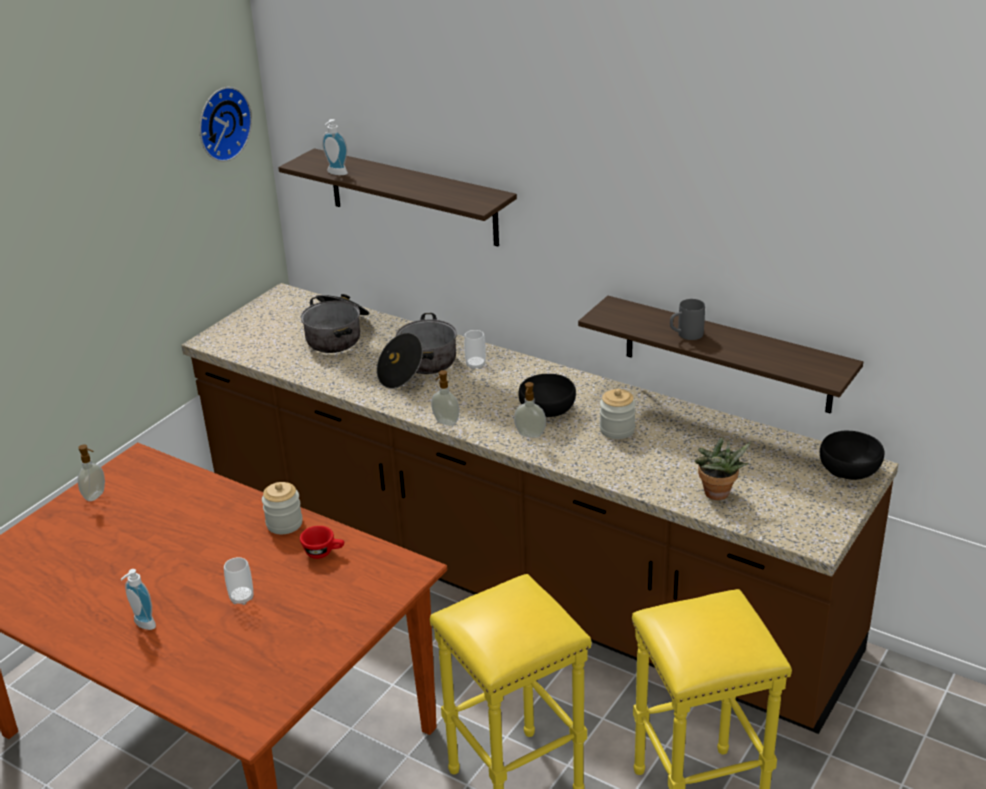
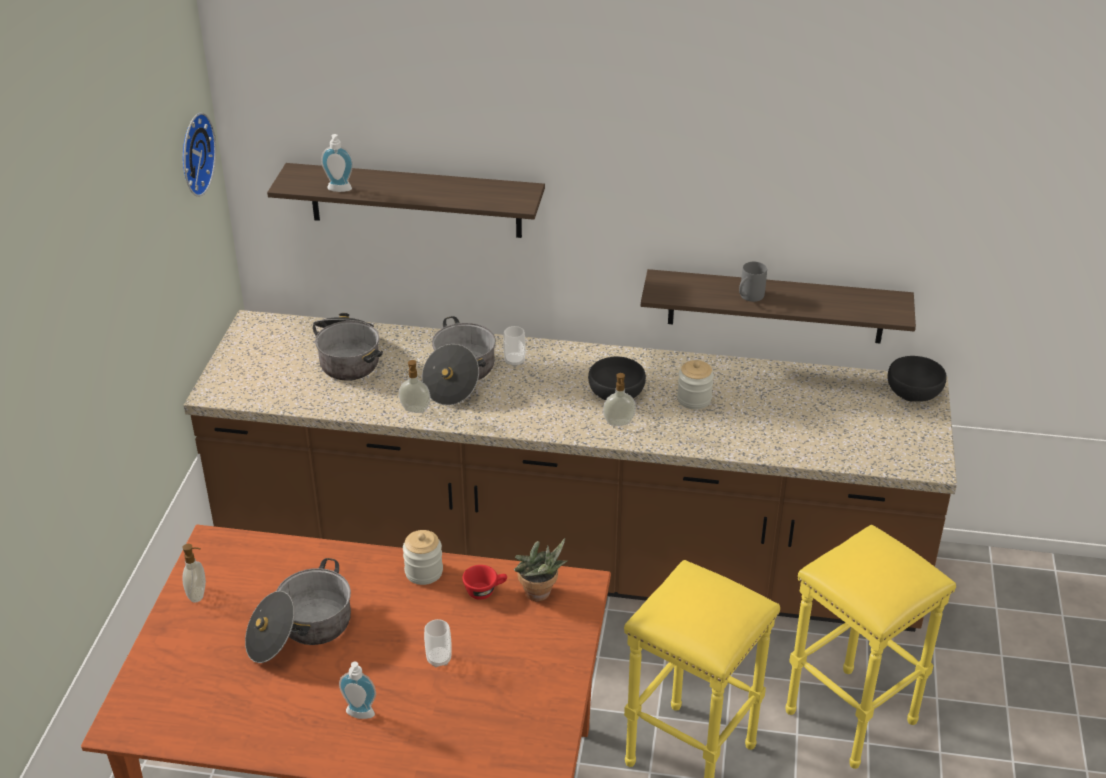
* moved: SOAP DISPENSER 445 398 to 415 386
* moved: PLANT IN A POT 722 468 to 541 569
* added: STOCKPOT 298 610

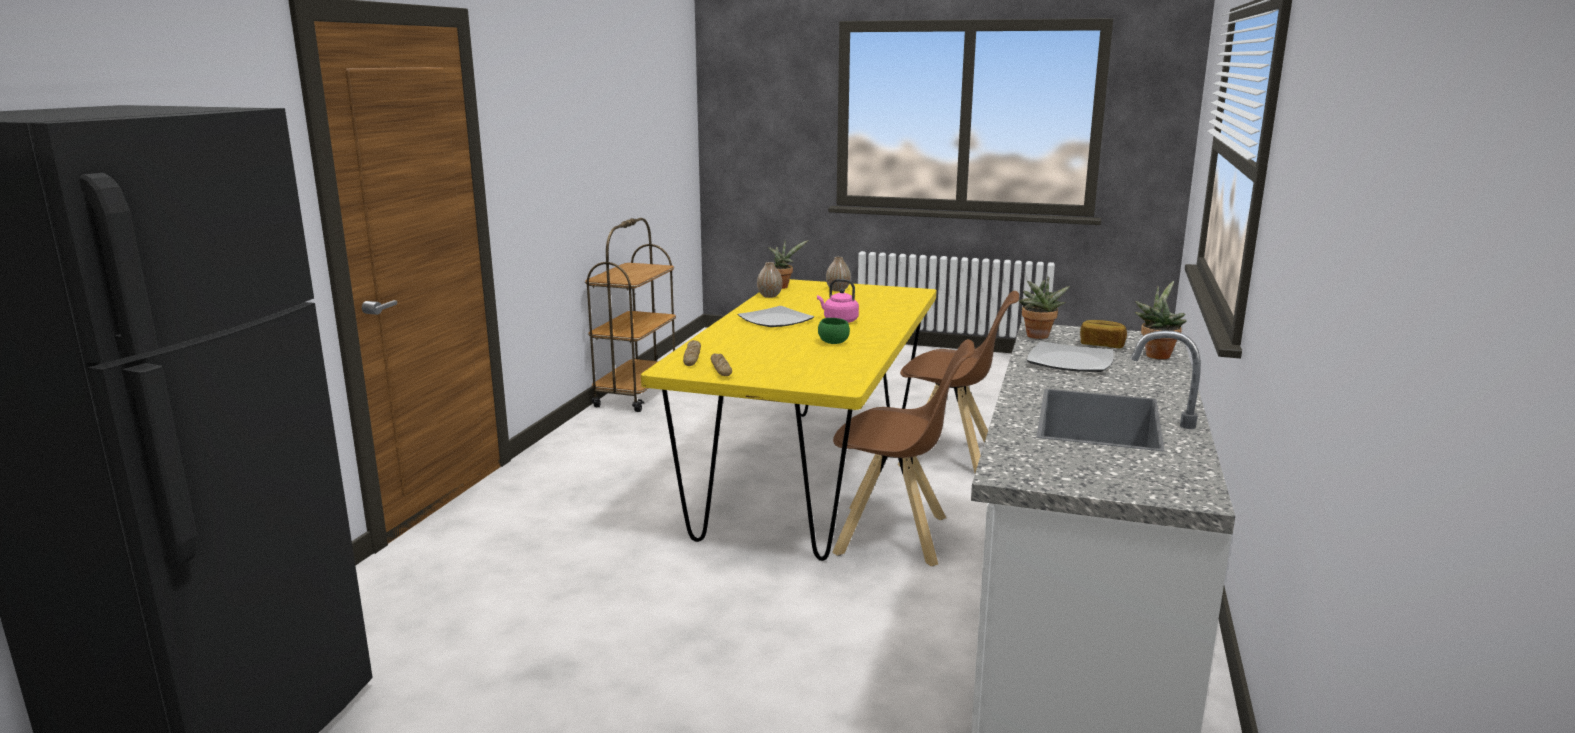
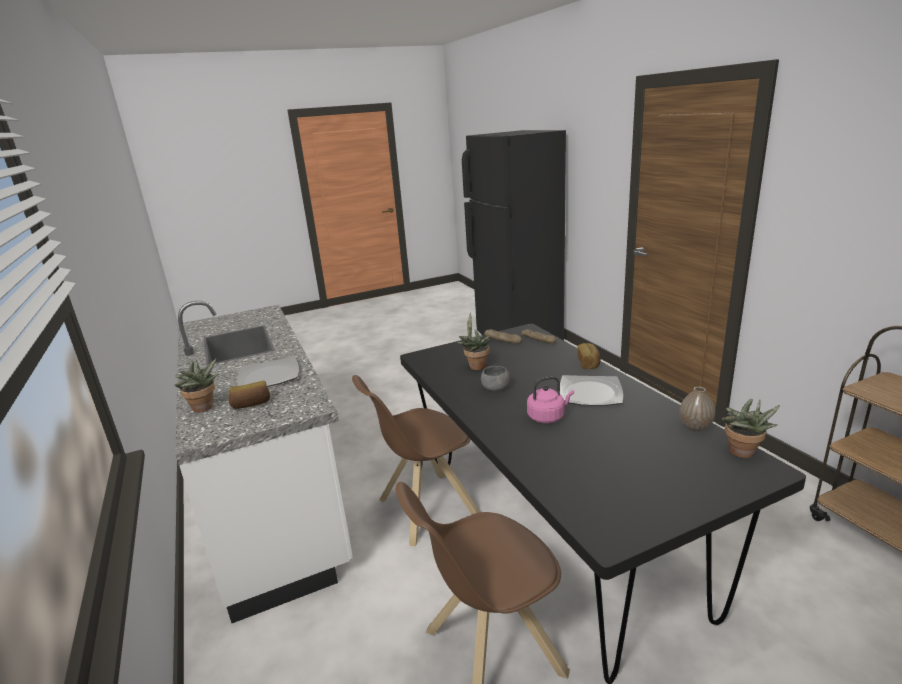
* recoloured: YELLOW-COLOURED DINNER TABLE 788 420 to BLACKISH DINNER TABLE 603 504
* recoloured: GREEN BOWL 834 331 to GREY BOWL 495 378
* removed: DECORATIVE VASE 838 274
* moved: PLANT IN A POT 1044 307 to 473 341
* added: BAKERY BREAD 589 356

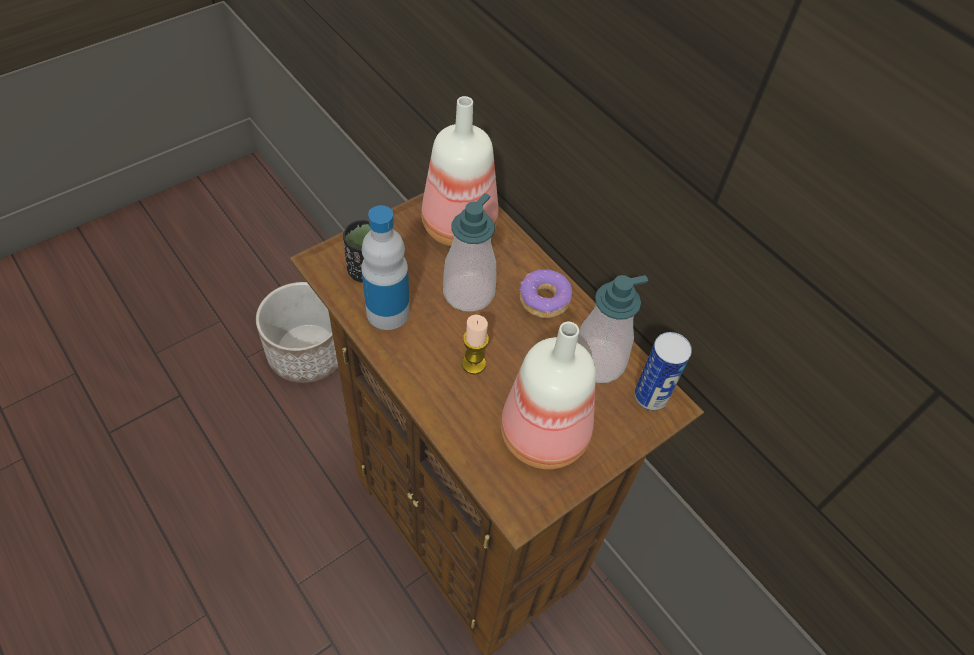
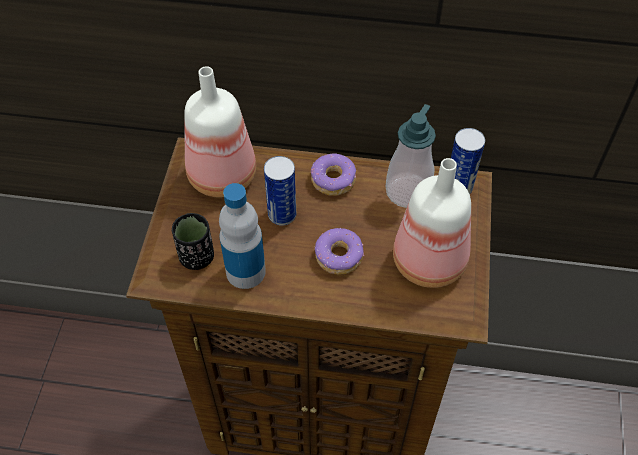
* removed: PLANT POT 297 332
* replaced: SOAP DISPENSER 469 252 to CAN 280 191
* replaced: CANDLE 475 344 to DOUGHNUT 339 251

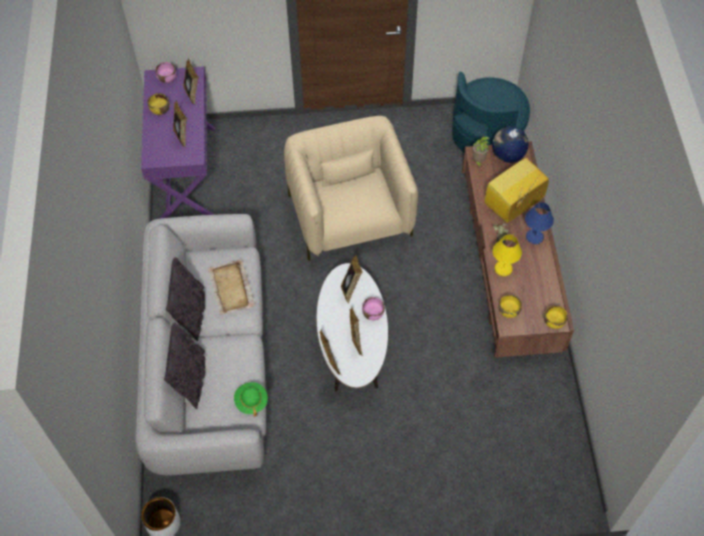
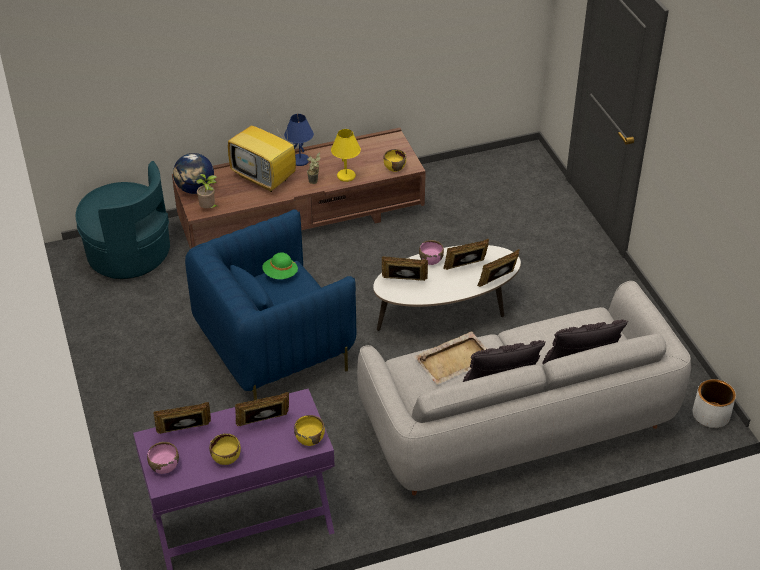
* moved: GREEN CLOTHING HAT 251 399 to 280 265
* recoloured: BEIGE LOUNGE CHAIR 351 188 to BLUE-COLOURED LOUNGE CHAIR 270 304
* moved: YELLOW-COLOURED BOWL 556 317 to 309 430

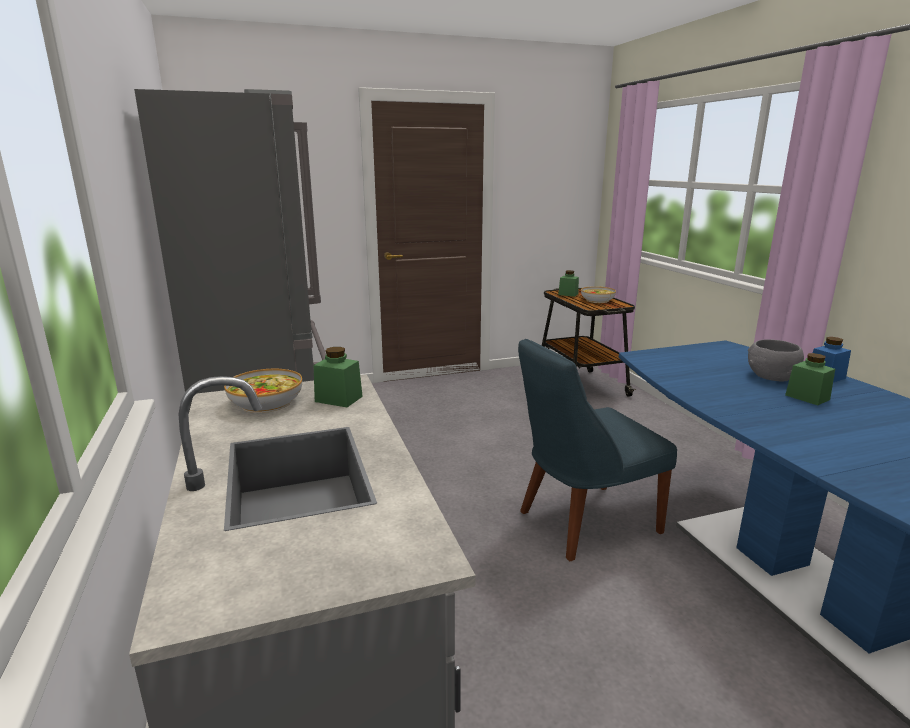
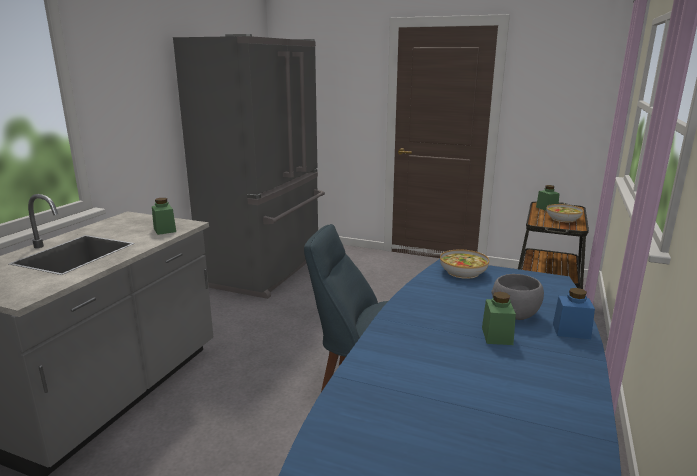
* moved: BOWL 263 391 to 464 264

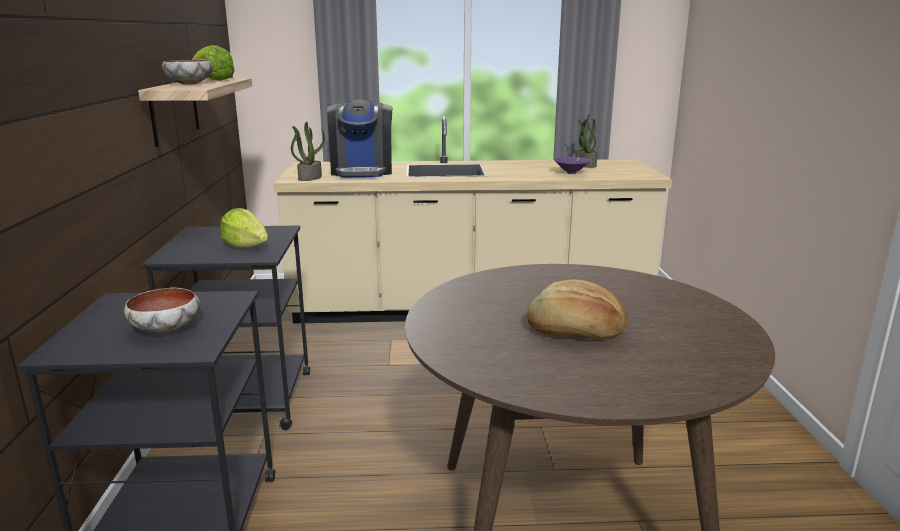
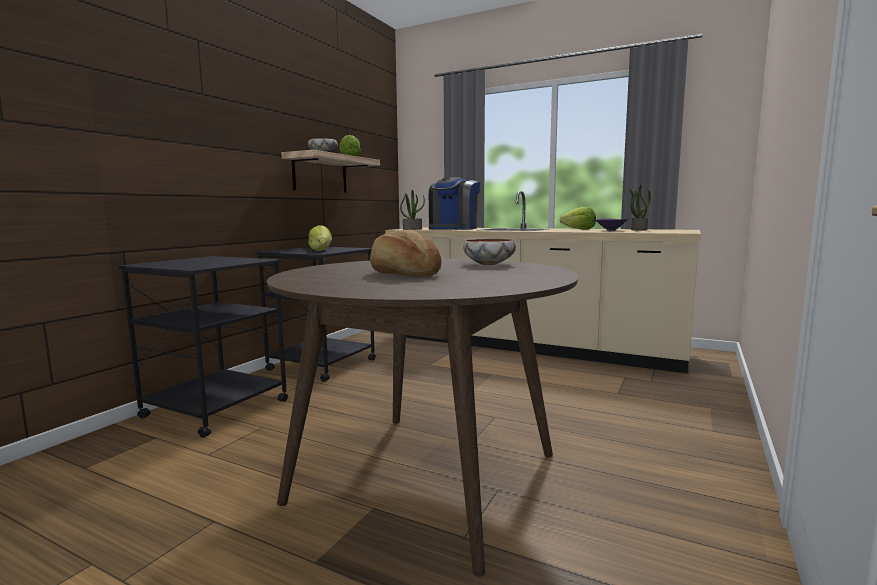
* moved: BOWL 162 310 to 489 251
* added: HEAD OF LETTUCE 578 218

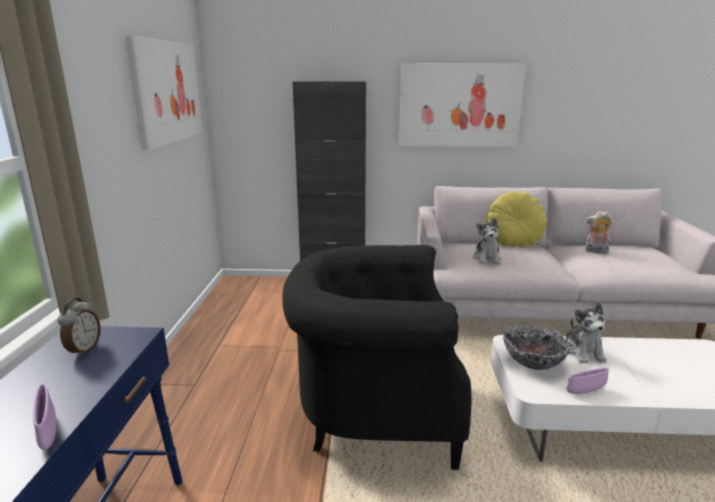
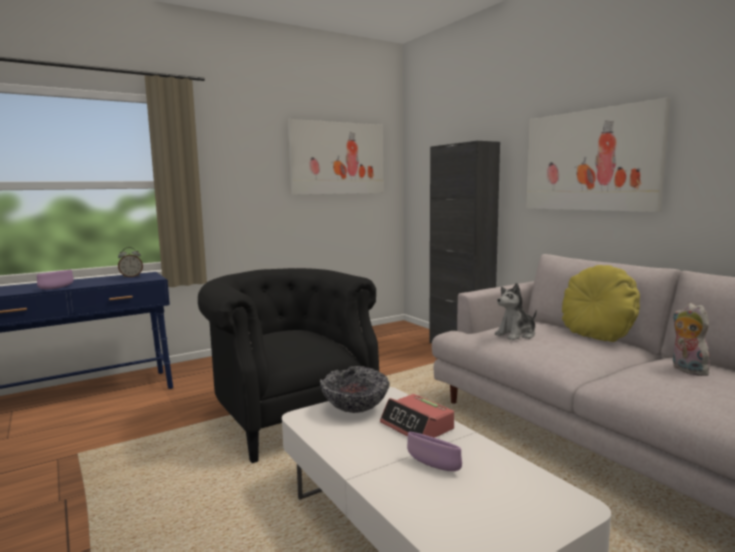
* replaced: CUDDLY TOY 586 333 to ALARM CLOCK 417 416
* moved: PURPLE BOWL 588 381 to 434 451

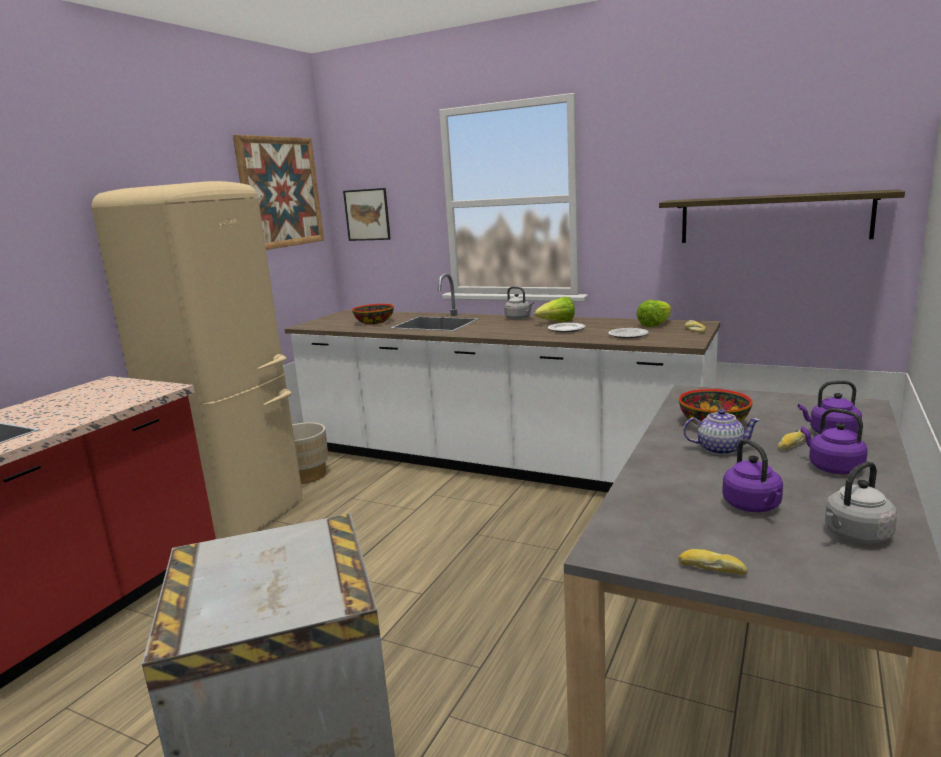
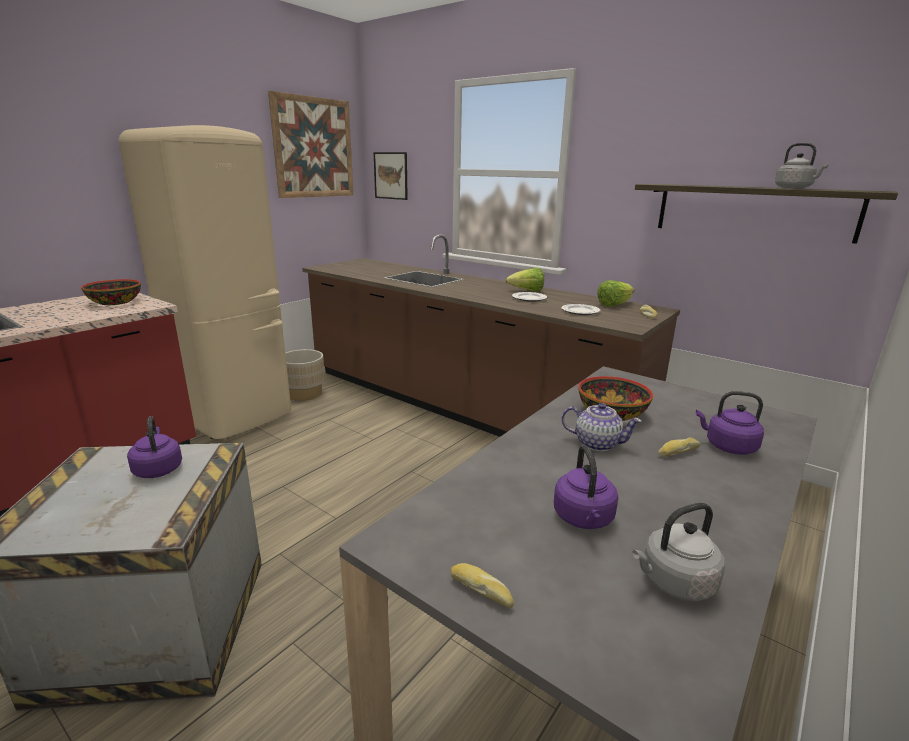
* recoloured: WHITISH COUNTER 502 383 to BROWNISH COUNTER 491 335
* moved: BOWL 373 314 to 111 292
* moved: GREY TEA KETTLE 519 303 to 802 166
* moved: PURPLE TEA KETTLE 834 441 to 154 447

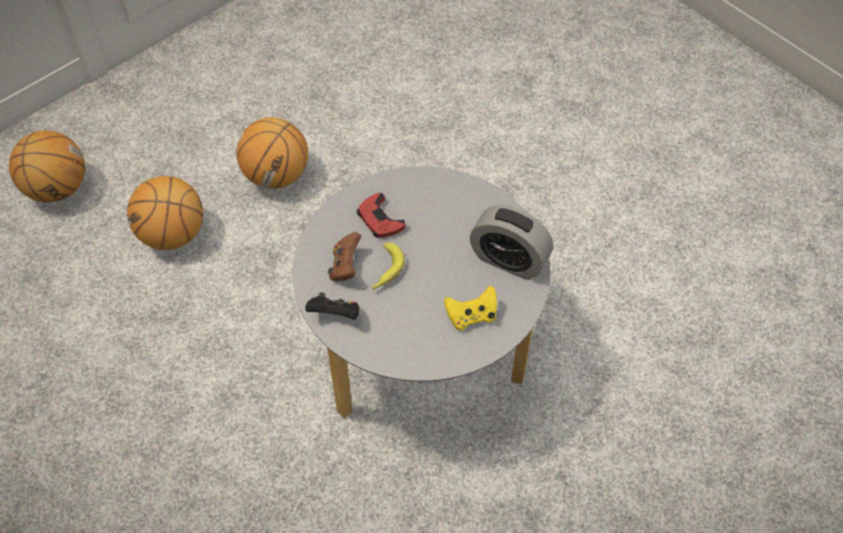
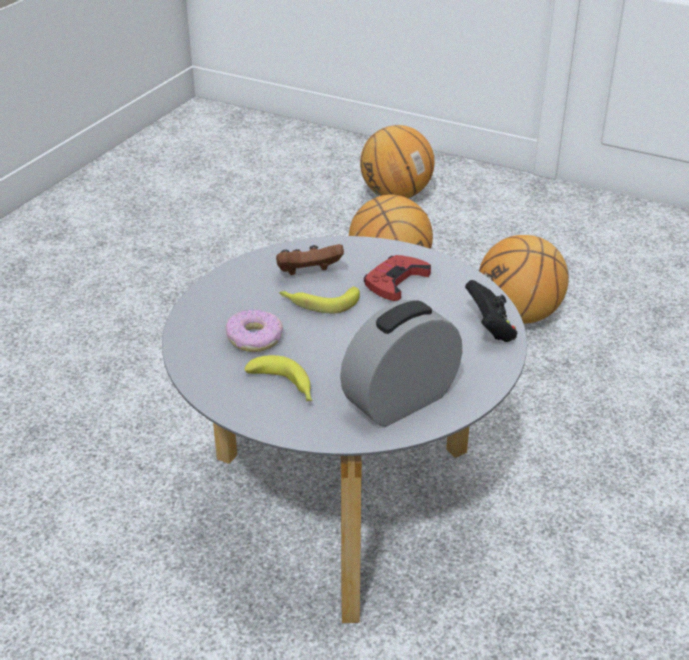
* moved: BLACKISH JOYPAD 332 306 to 491 311
* replaced: YELLOW-COLOURED JOYPAD 470 307 to BANANA 278 378
* turned: ALARM CLOCK 511 242 = 401 363 45 degrees clockwise
* added: DOUGHNUT 254 330

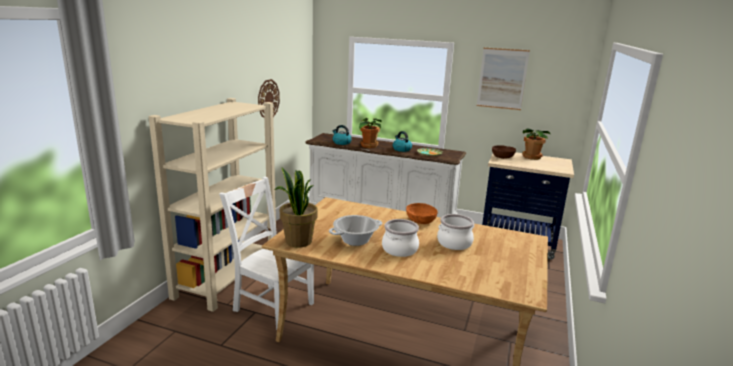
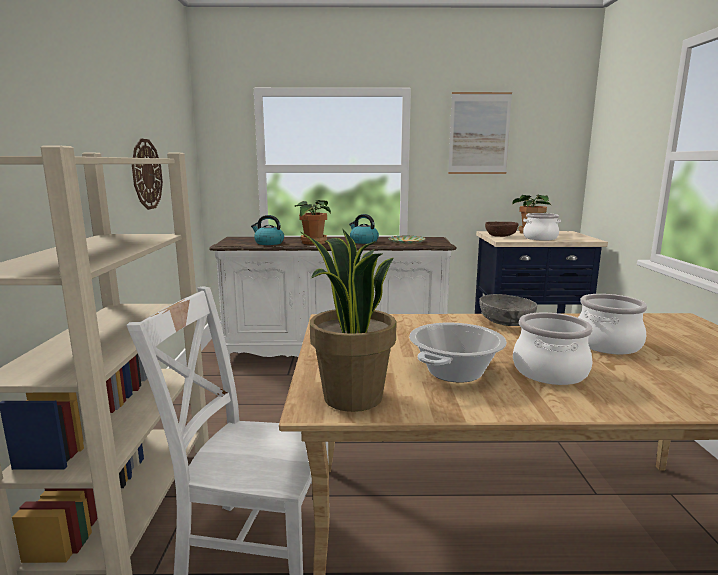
* recoloured: ORANGE BOWL 422 213 to GREY BOWL 508 310
* added: STOCKPOT 542 227

